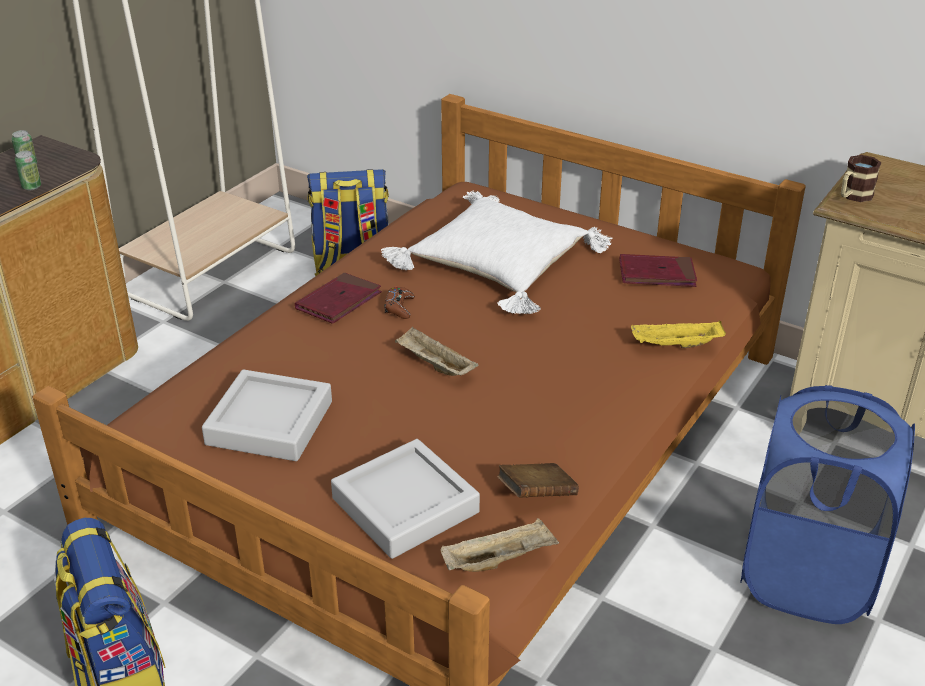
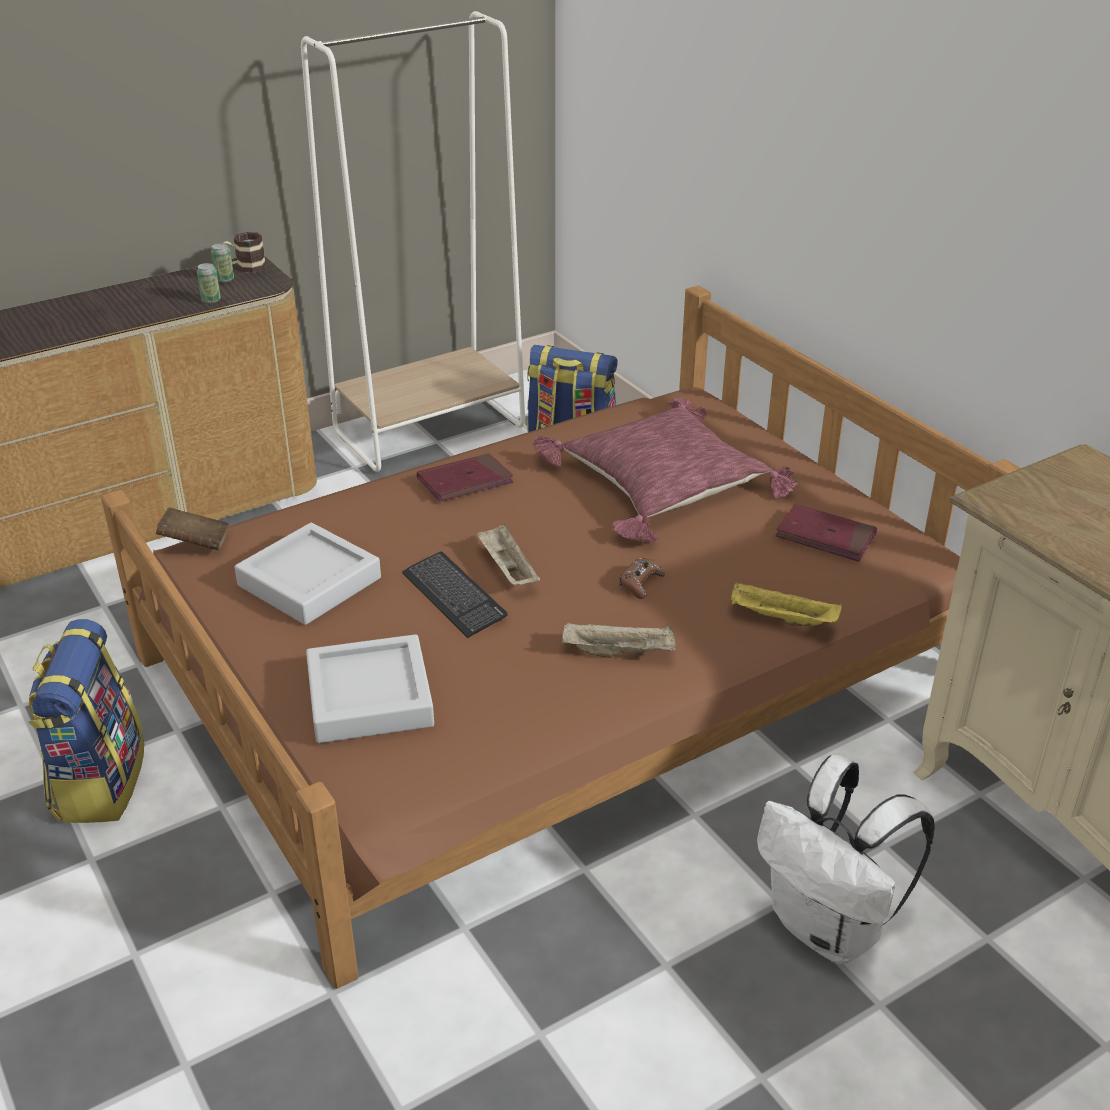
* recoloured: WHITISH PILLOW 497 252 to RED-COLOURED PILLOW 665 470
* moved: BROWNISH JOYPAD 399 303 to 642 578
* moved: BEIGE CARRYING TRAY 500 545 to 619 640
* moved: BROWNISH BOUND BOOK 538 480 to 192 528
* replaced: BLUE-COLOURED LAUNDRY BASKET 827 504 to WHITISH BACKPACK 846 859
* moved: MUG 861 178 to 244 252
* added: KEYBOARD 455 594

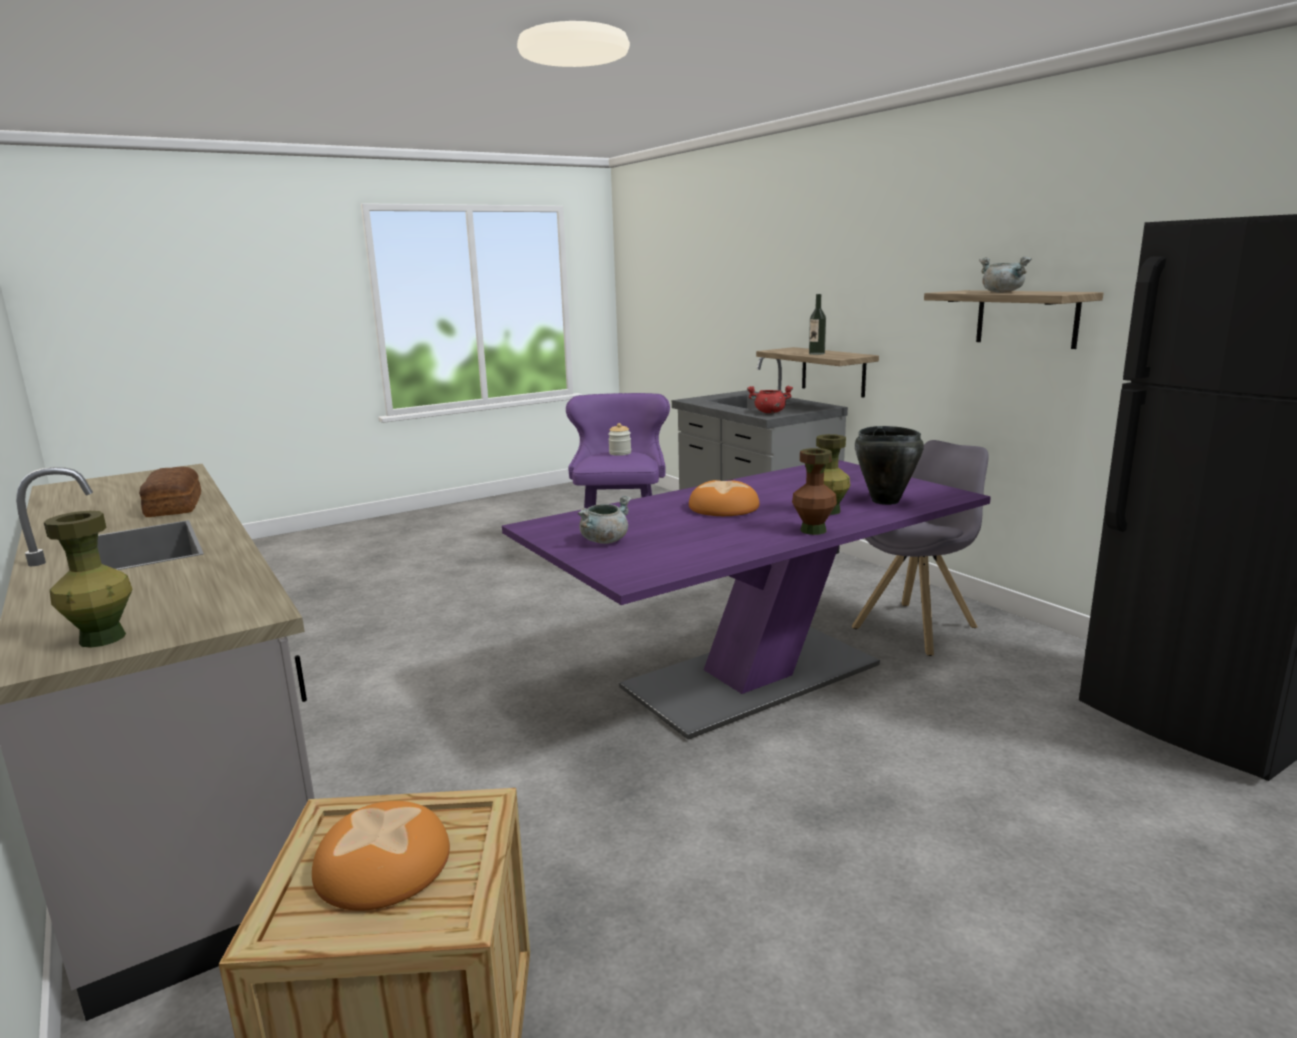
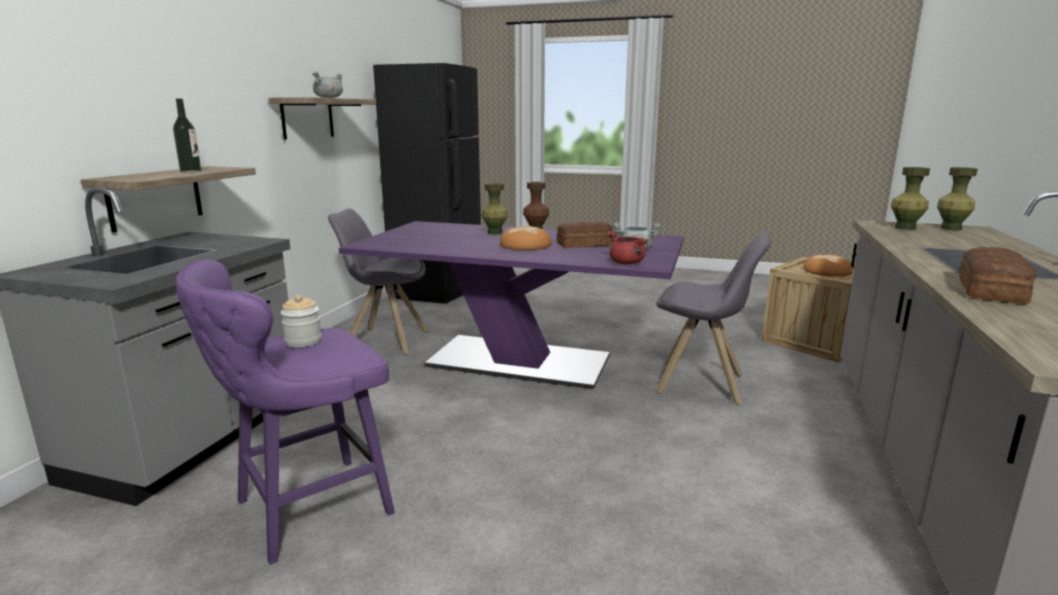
* moved: RED-COLOURED STOCKPOT 770 399 to 627 247
* removed: BLACKISH STOCKPOT 889 465
* added: BAKERY BREAD 585 234
* added: GREY UPRIGHT CHAIR 713 318
* added: GREEN DECORATIVE VASE 910 198

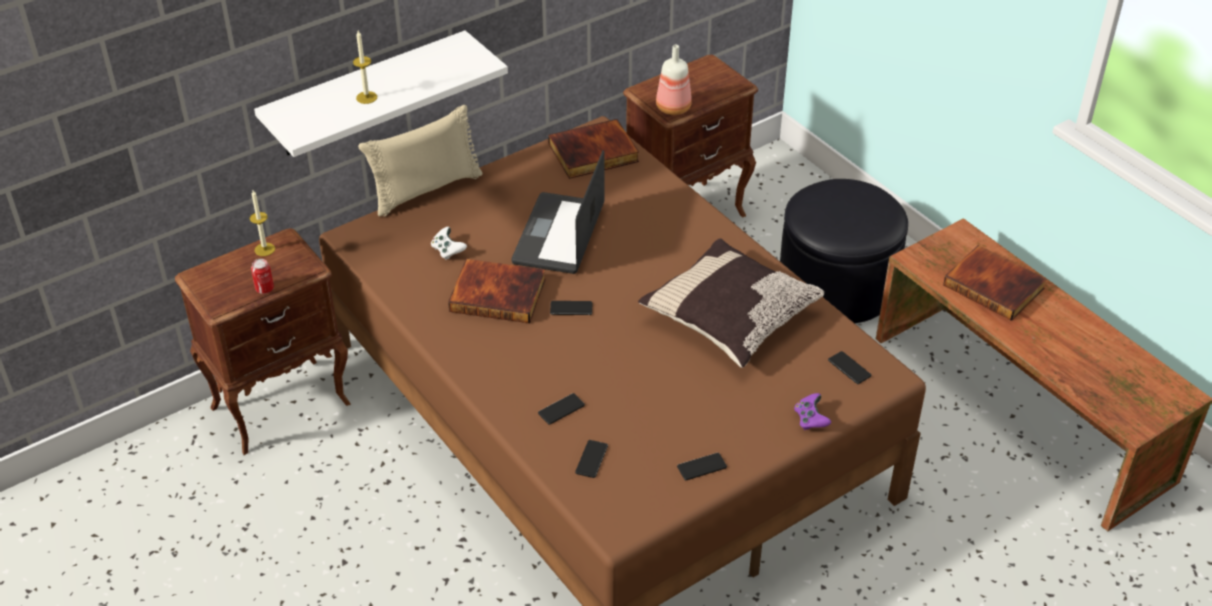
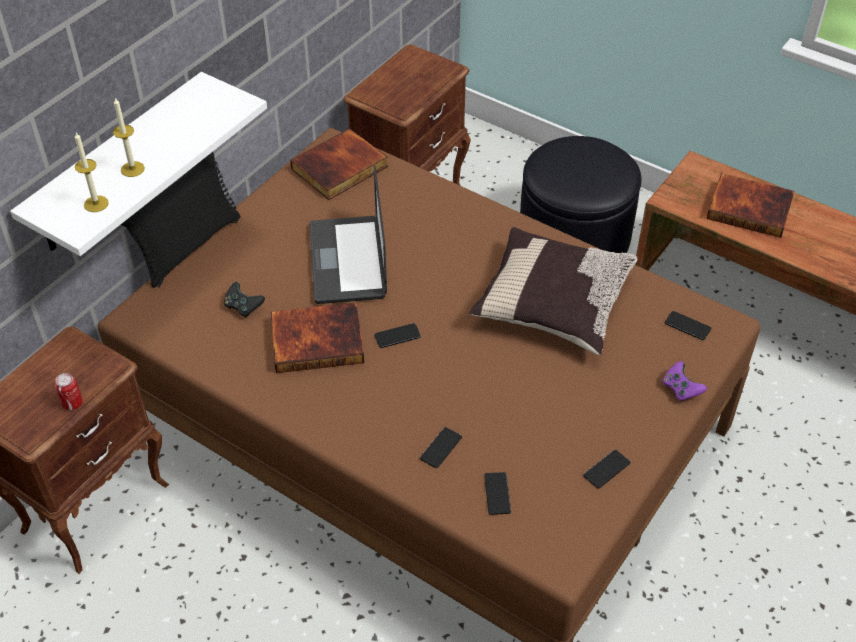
* moved: CANDLE 262 223 to 92 172
* recoloured: BEIGE PILLOW 420 161 to BLACKISH PILLOW 180 220
* recoloured: WHITISH JOYPAD 449 243 to BLACKISH JOYPAD 244 300
* removed: BOTTLE 674 80

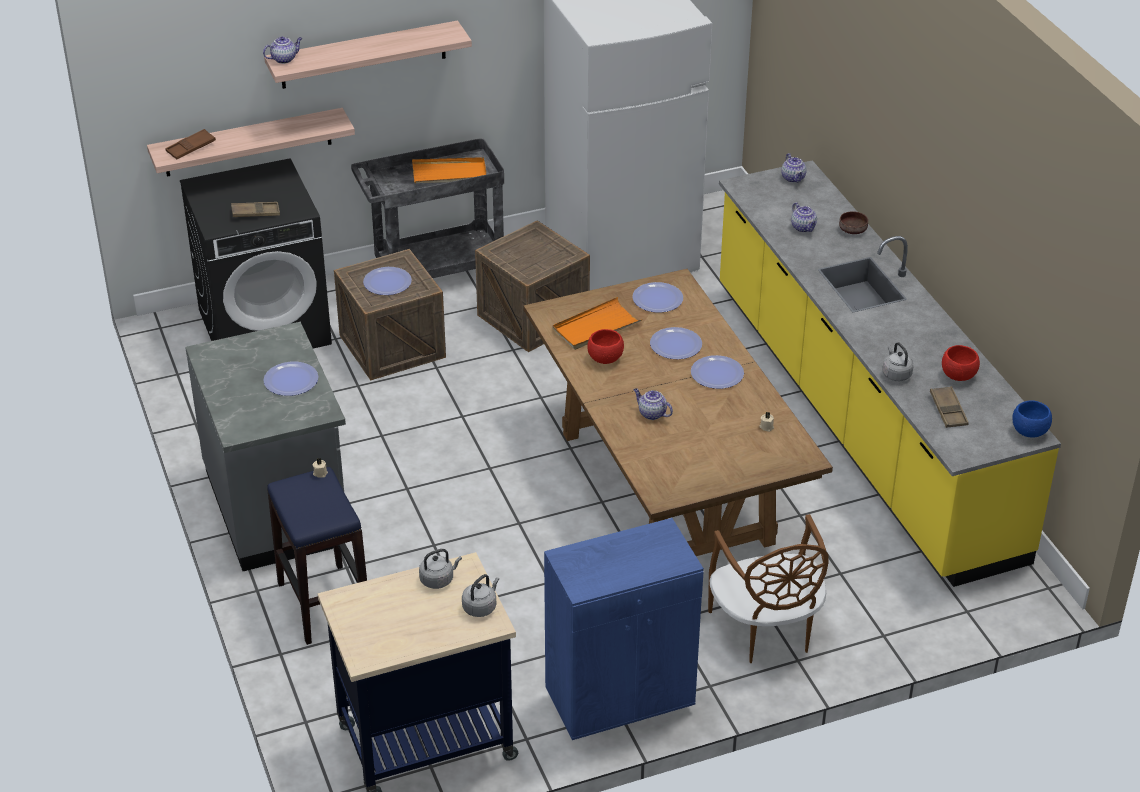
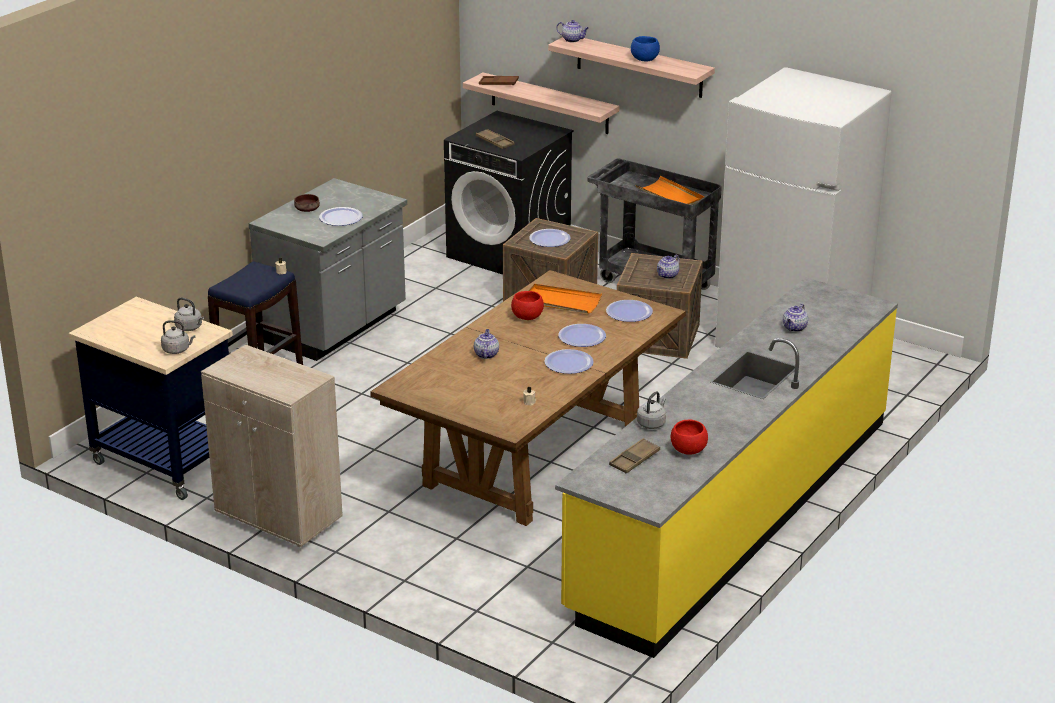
* recoloured: BLUE-COLOURED CUPBOARD 624 629 to BEIGE CUPBOARD 272 445
* removed: BROWNISH UPRIGHT CHAIR 768 588
* moved: TEAPOT 794 168 to 668 267
* moved: BROWNISH BOWL 853 222 to 307 203
* moved: BLUE-COLOURED BOWL 1032 419 to 645 49

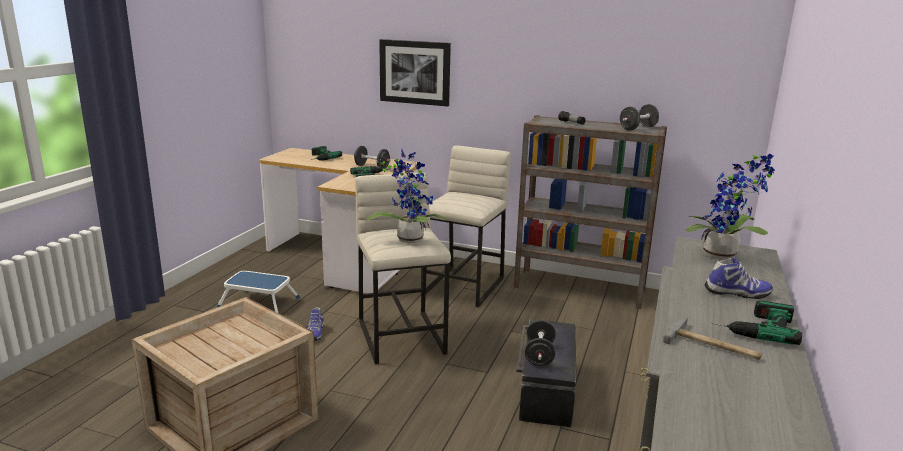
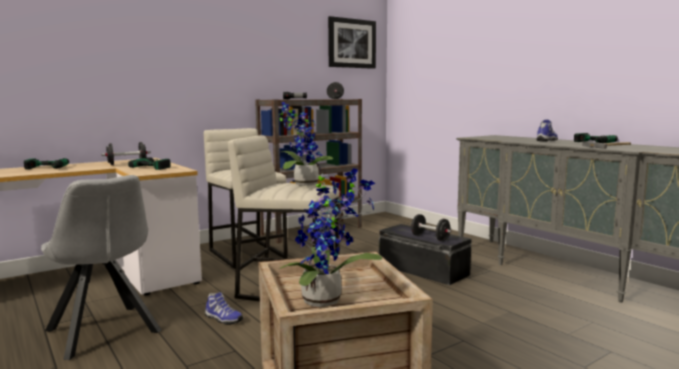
* replaced: BLUE-COLOURED STEPLADDER 258 292 to GREY UPRIGHT CHAIR 101 267
* moved: WALL ART 415 73 to 352 42
* moved: PLANT IN A POT 730 206 to 331 237

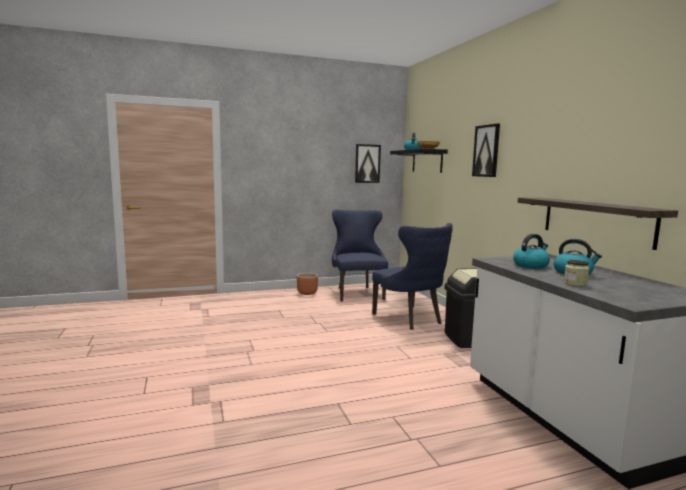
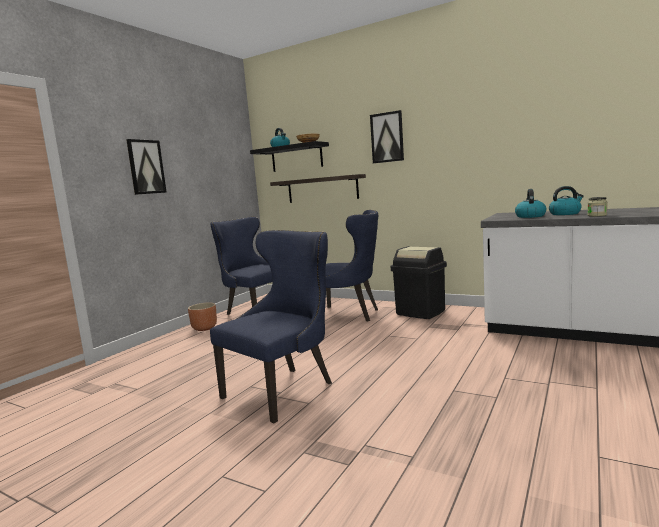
* moved: WALL ART 368 163 to 146 167
* moved: BRACKET SHELF 598 224 to 318 188
* added: BLUE-COLOURED UPRIGHT CHAIR 271 327

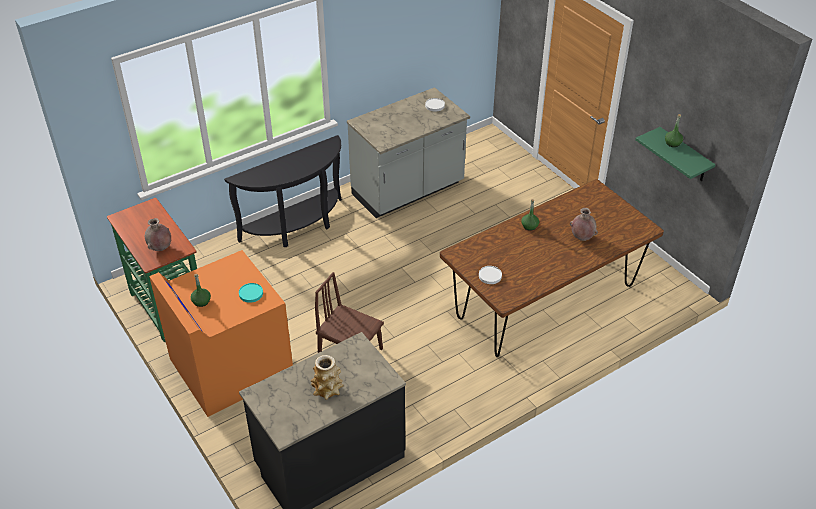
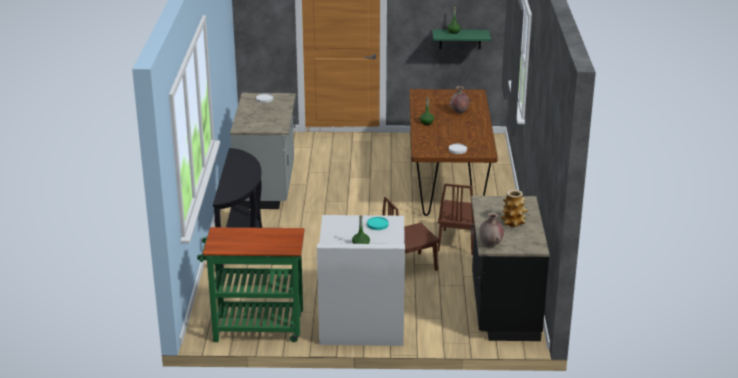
* moved: BROWNISH DECORATIVE VASE 158 234 to 491 230
* recoloured: ORANGE LAUNDRY APPLIANCE 221 333 to WHITISH LAUNDRY APPLIANCE 361 280
* added: BROWNISH UPRIGHT CHAIR 455 219

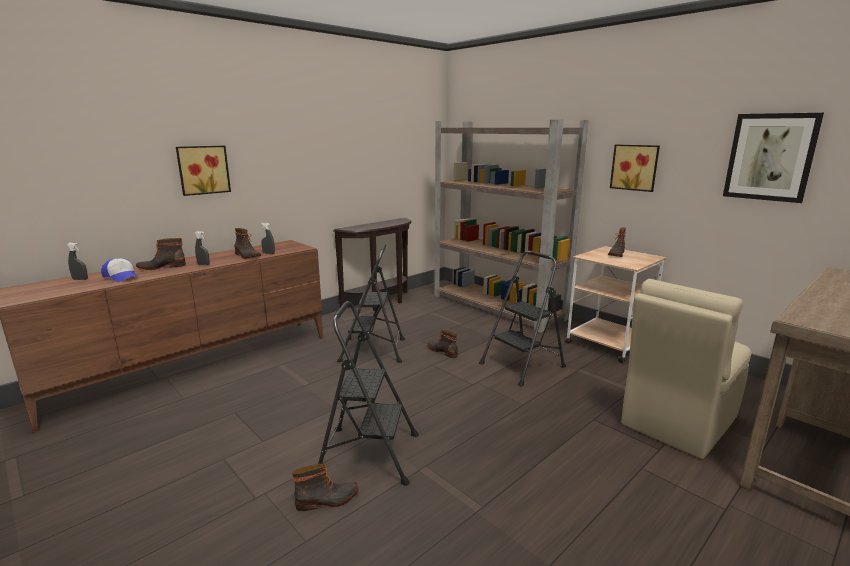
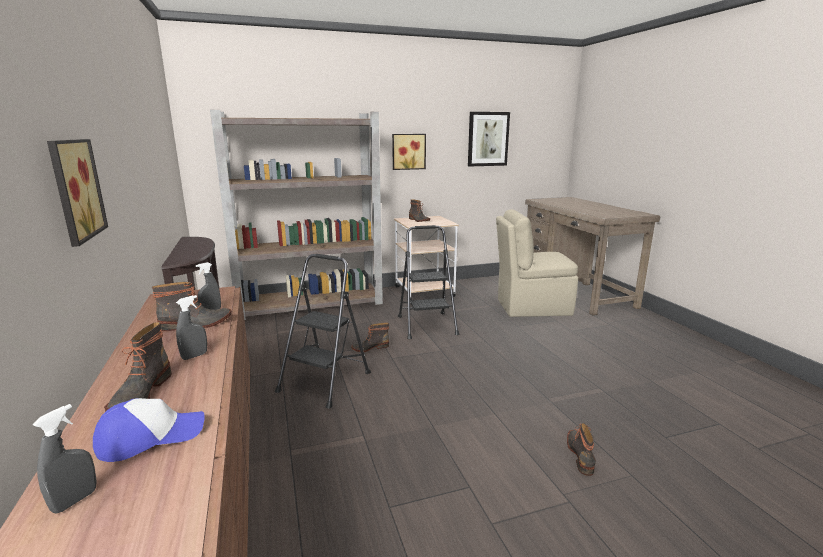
* removed: BLACKISH STEPLADDER 368 393
* turned: BEIGE UPRIGHT CHAIR 686 369 = 537 263 105 degrees clockwise

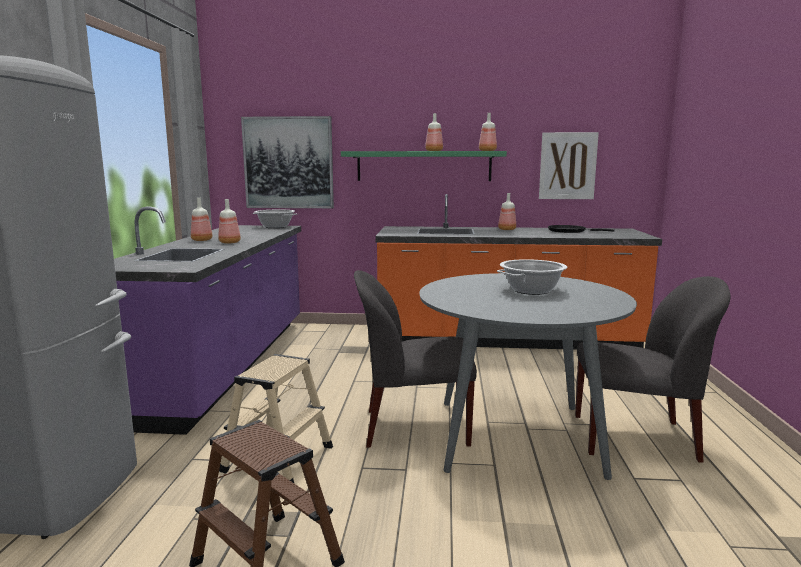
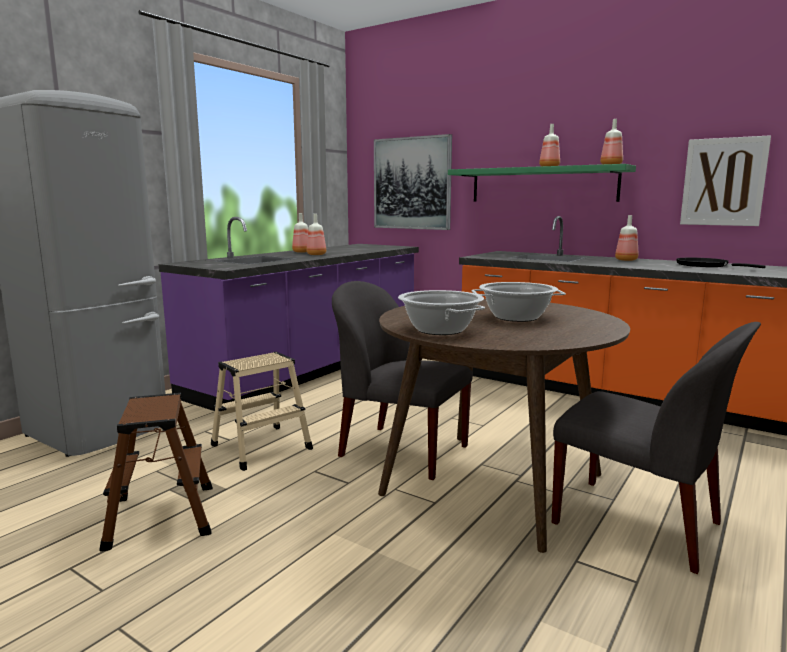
* moved: STOCKPOT 275 219 to 441 312
* recoloured: GREY DINNER TABLE 528 376 to BROWNISH DINNER TABLE 504 426

